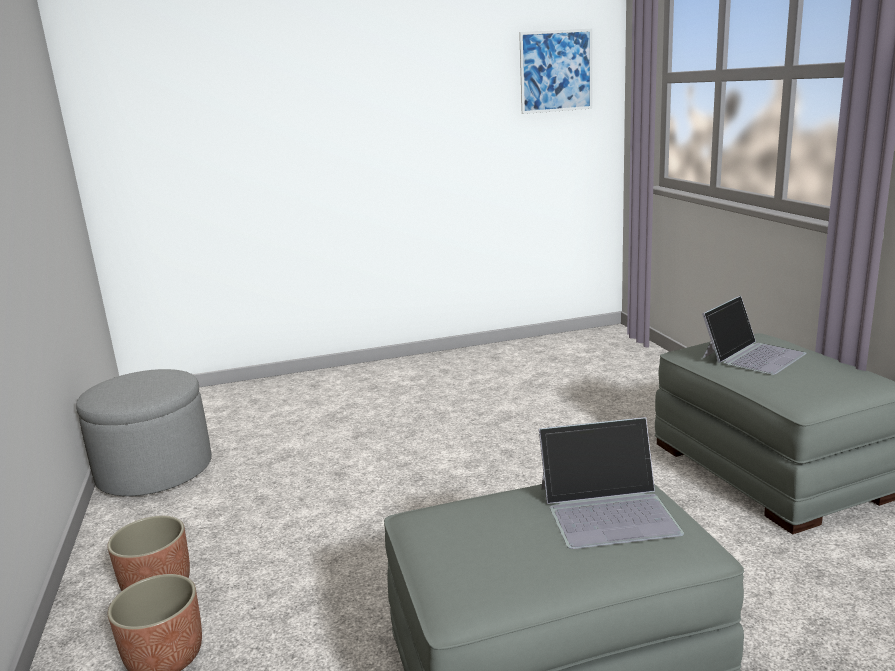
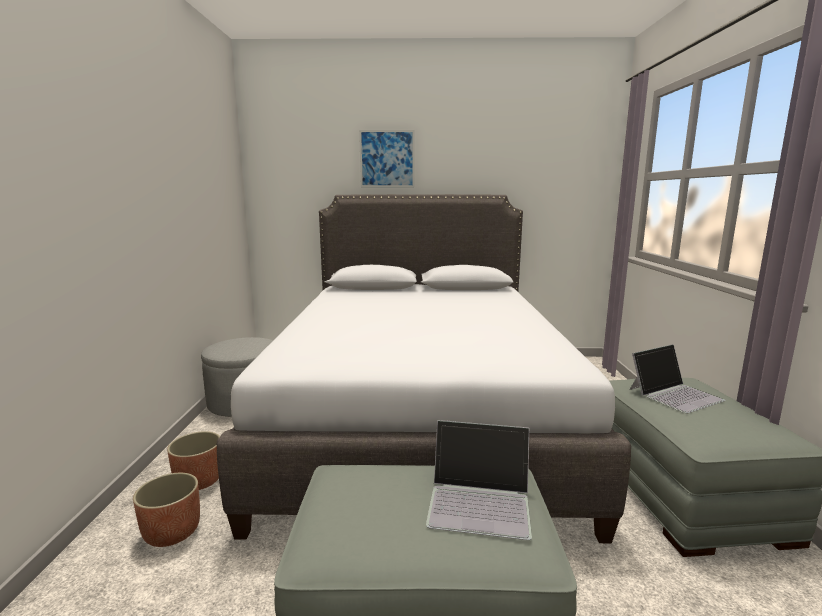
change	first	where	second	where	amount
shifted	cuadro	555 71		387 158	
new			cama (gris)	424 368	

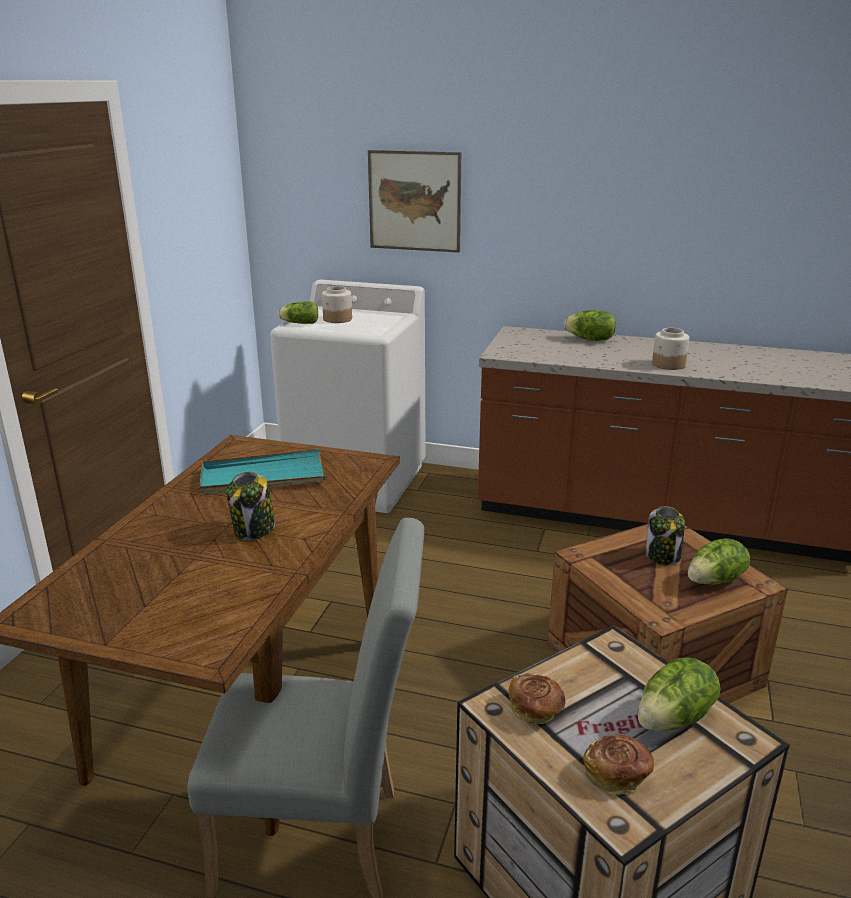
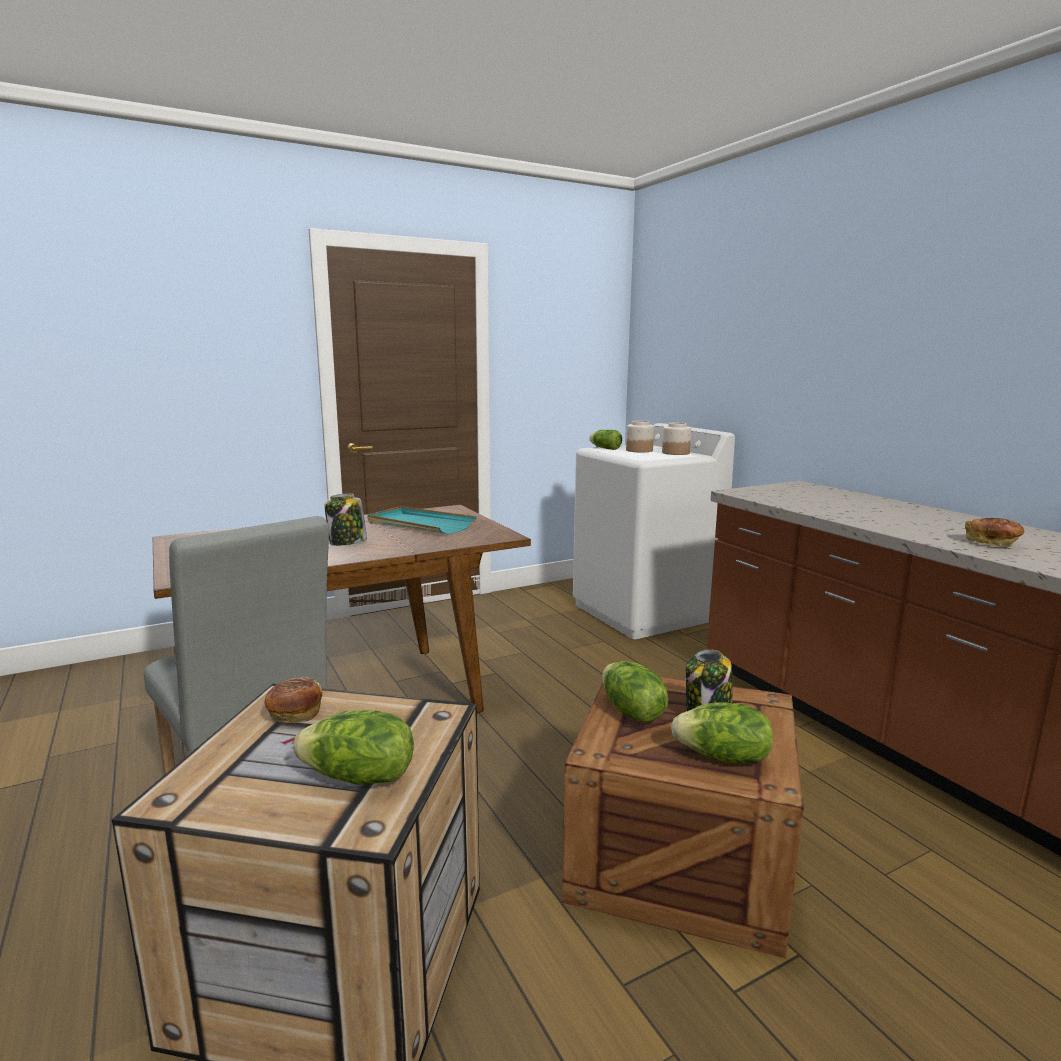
change	first	where	second	where	amount
gone	cuadro	414 201			
shifted	lechuga	590 325		635 692	
shifted	tarro	670 349		676 438	
shifted	pan	618 765		994 532	

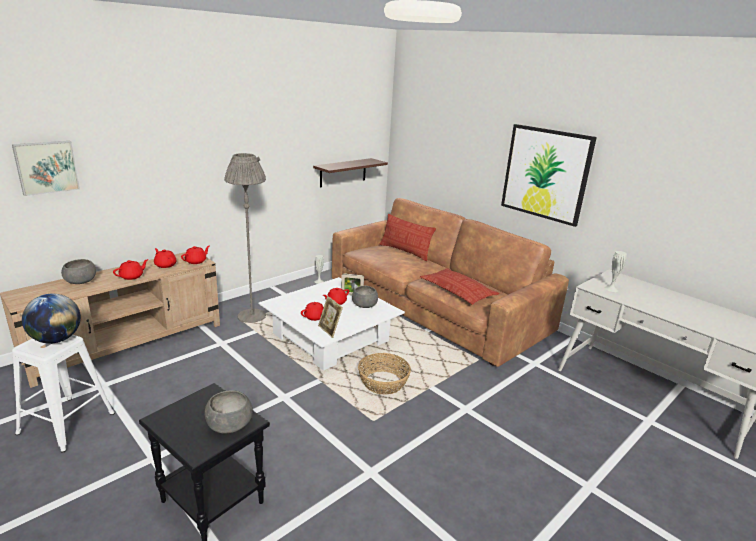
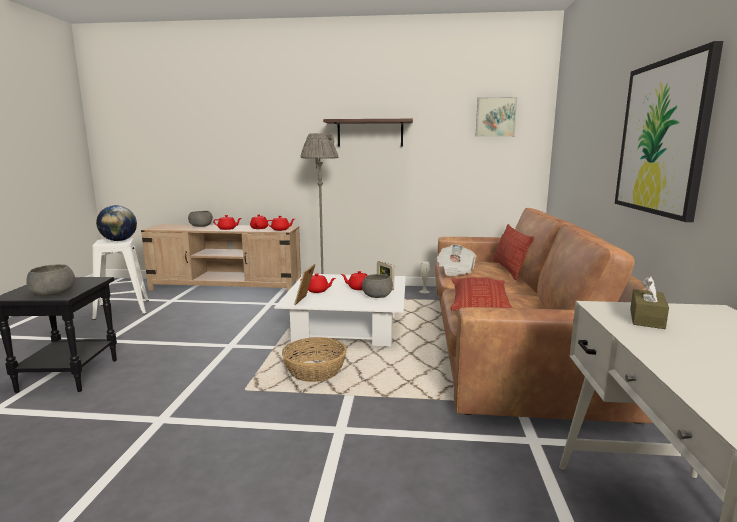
change	first	where	second	where	amount
shifted	cuadro	46 168		496 117	
shifted	estante	350 173		368 133	
swapped	florero (blanco)	616 271	caja de pañuelos (marrón)	649 302	
new			periódico	456 260	

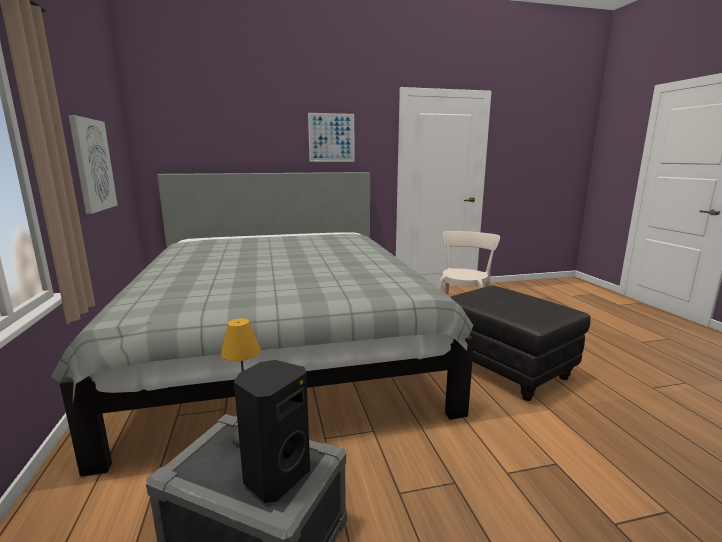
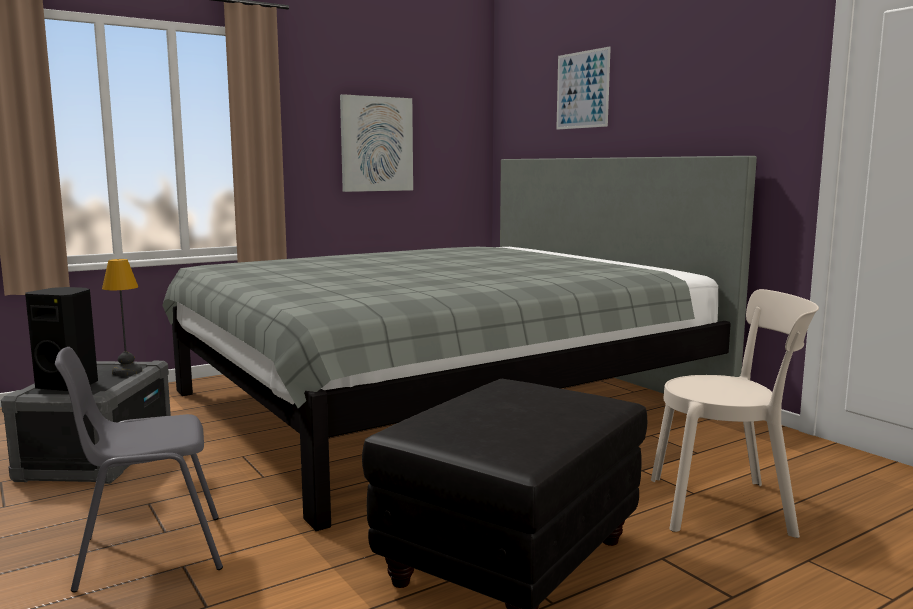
change	first	where	second	where	amount
shifted	cuadro	331 137		583 88	
new			silla (gris)	139 469	

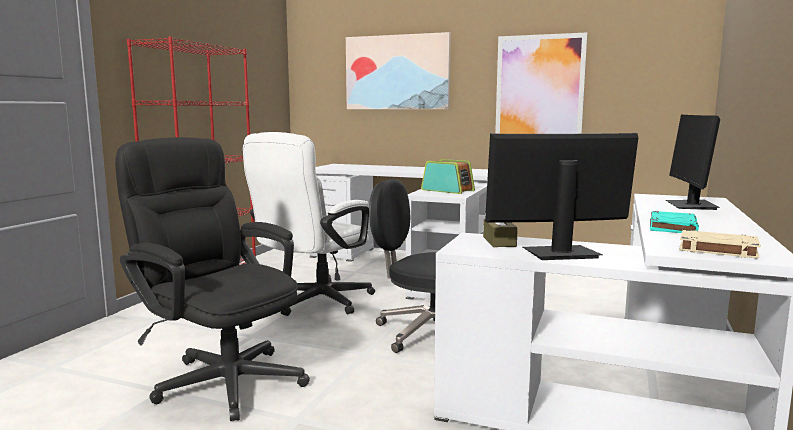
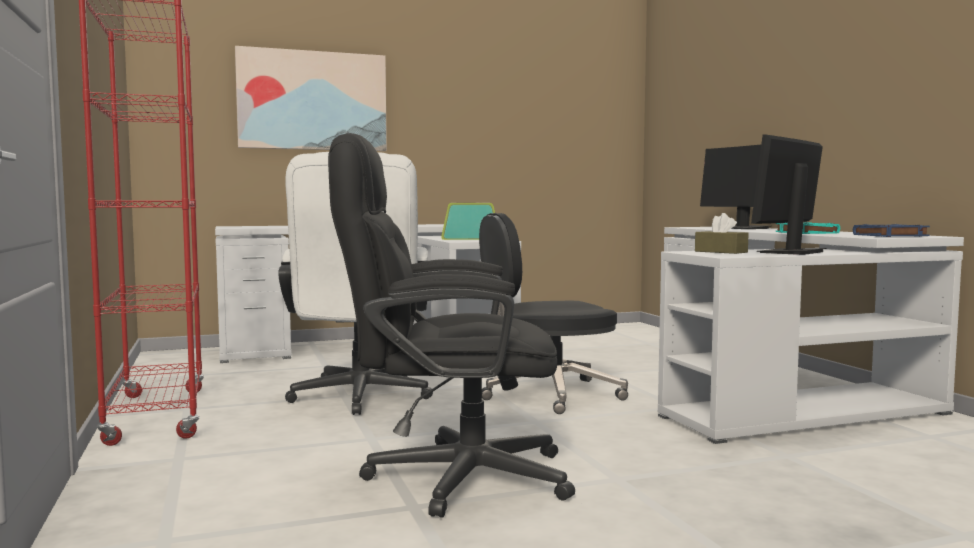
change	first	where	second	where	amount
gone	cuadro	541 83			
repainted	libro (beis)	720 244	libro (azul)	891 230	

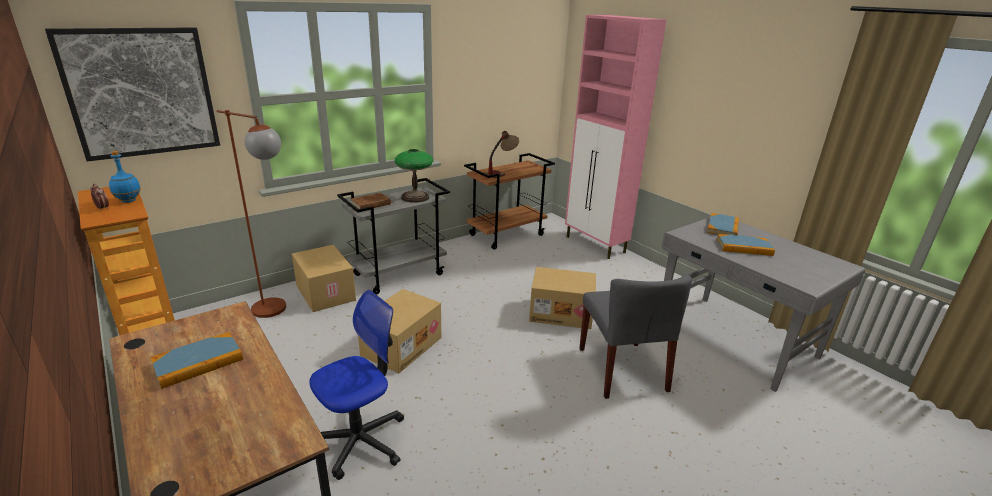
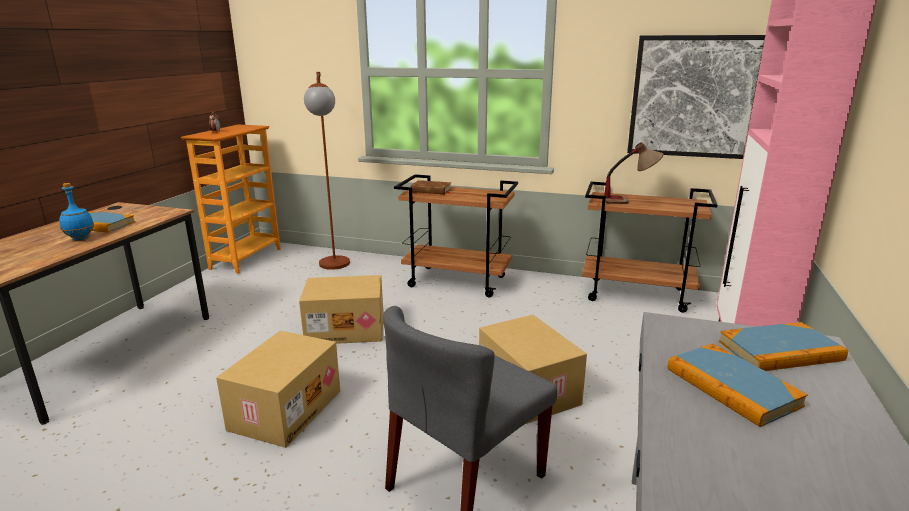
change	first	where	second	where	amount
shifted	cuadro	132 94		696 97	
gone	lámpara de mesa	414 176			
shifted	botella (azul)	125 177		76 212	
repainted	carrito (gris)	393 236	carrito (marrón)	456 236	
shifted	caja de cartón	324 278		278 389	
gone	silla de oficina	356 385			

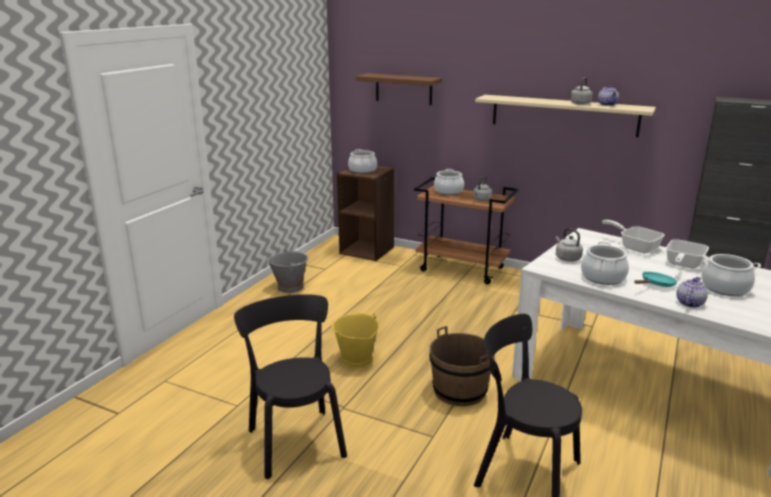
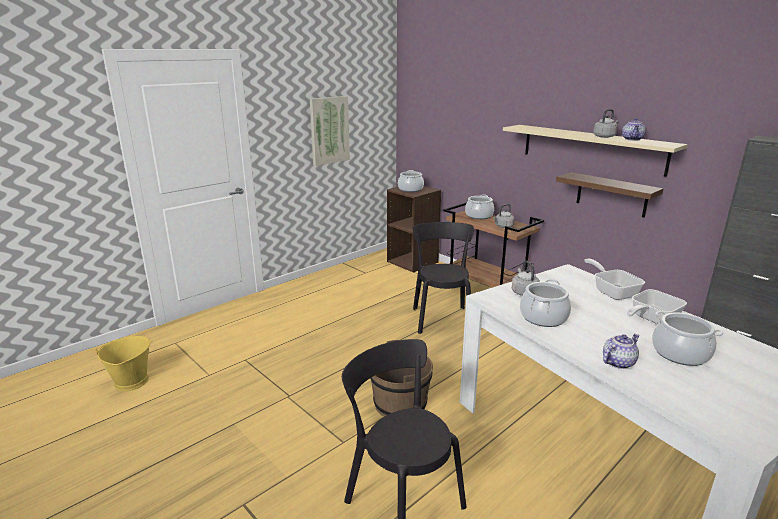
change	first	where	second	where	amount
shifted	estante (marrón)	399 89		610 195	
gone	cubo (gris)	288 270			
gone	sartén (turquesa)	655 279			
shifted	silla (negro)	290 386		443 278	
shifted	cubo (amarillo)	355 340		123 363	
new			cuadro	330 131	

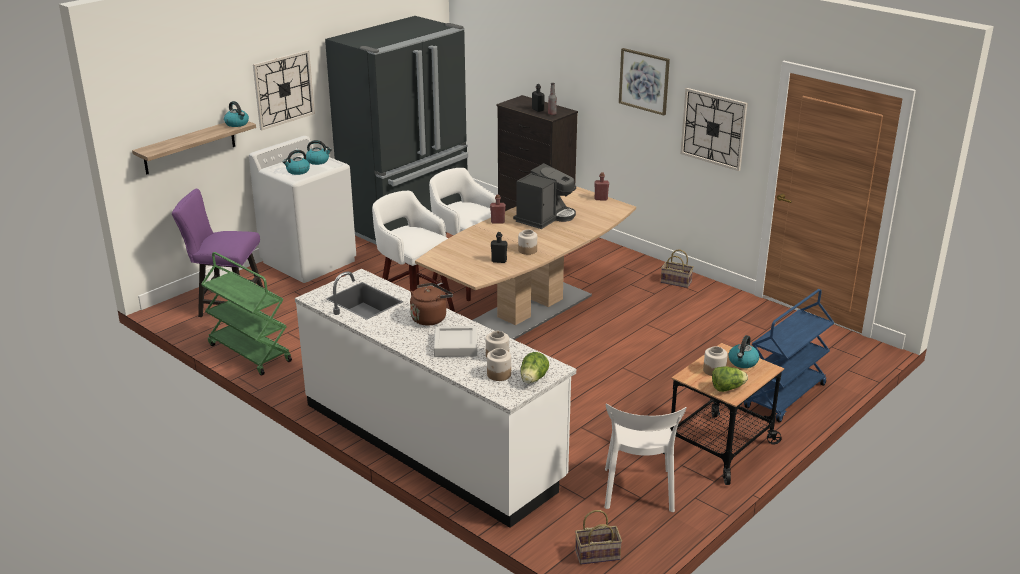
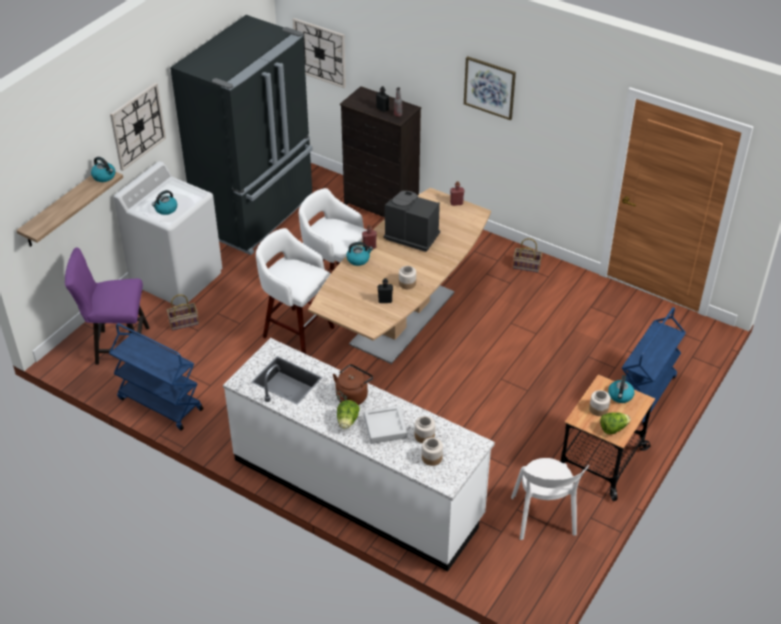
change	first	where	second	where	amount
shifted	reloj de pared	713 129		319 53	
shifted	hervidor	319 152		359 254	
rotated	cafetera	544 196		412 221	90 degrees counterclockwise
repainted	carrito (verde)	246 314	carrito (azul)	156 377	
shifted	lechuga	534 367		348 415	
shifted	cesta	598 537		183 312	

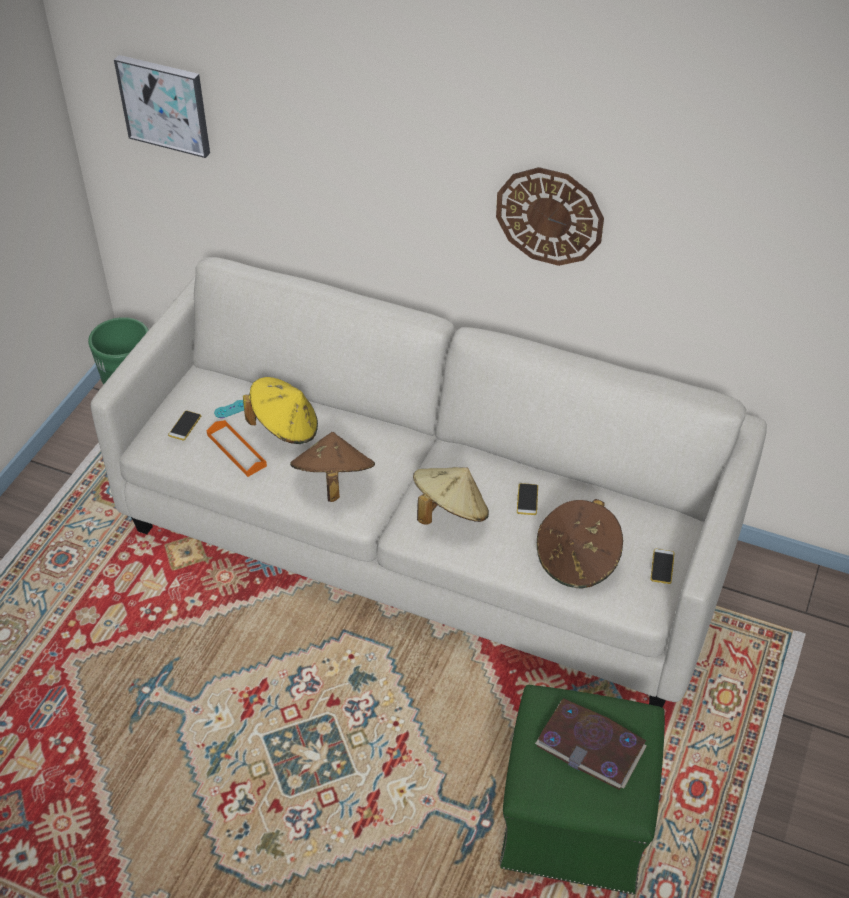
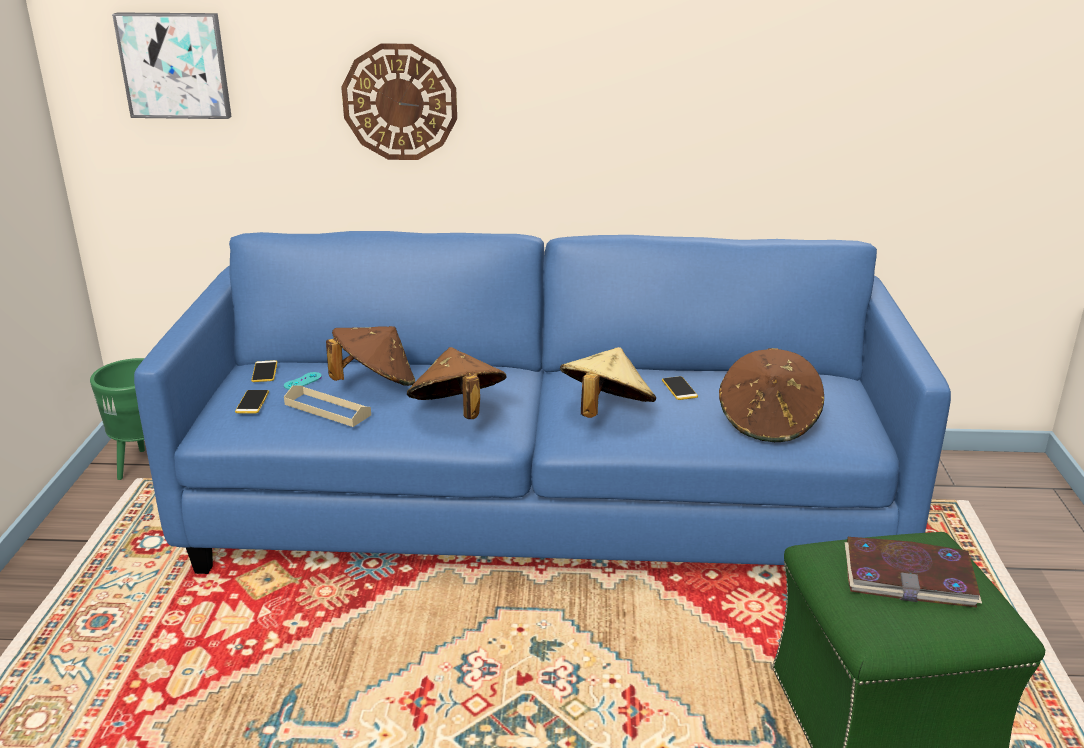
change	first	where	second	where	amount
shifted	reloj de pared	550 216		399 102	
repainted	sofá (blanco)	428 482	sofá (azul)	542 402	
repainted	sombrero (amarillo)	280 410	sombrero (marrón)	370 356	
repainted	bandeja (naranja)	237 448	bandeja (beis)	327 406	
shifted	móvil	662 566		264 371	

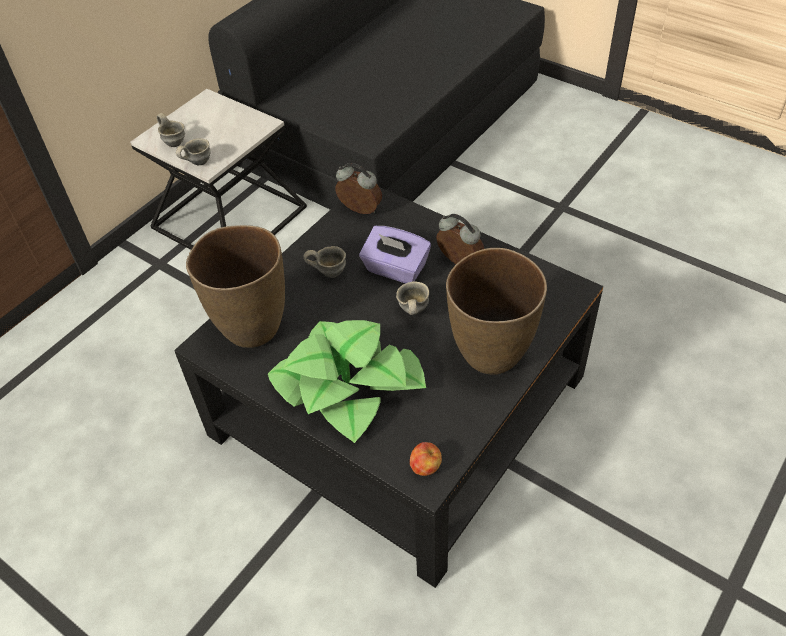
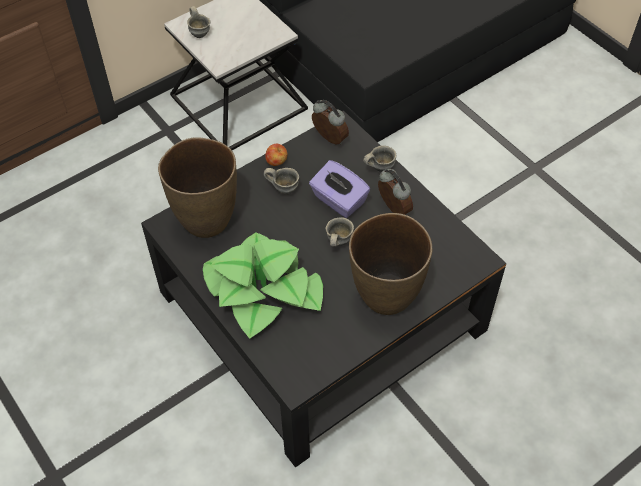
change	first	where	second	where	amount
shifted	taza grande (gris)	193 151		379 158	
shifted	manzana	426 459		276 155	

